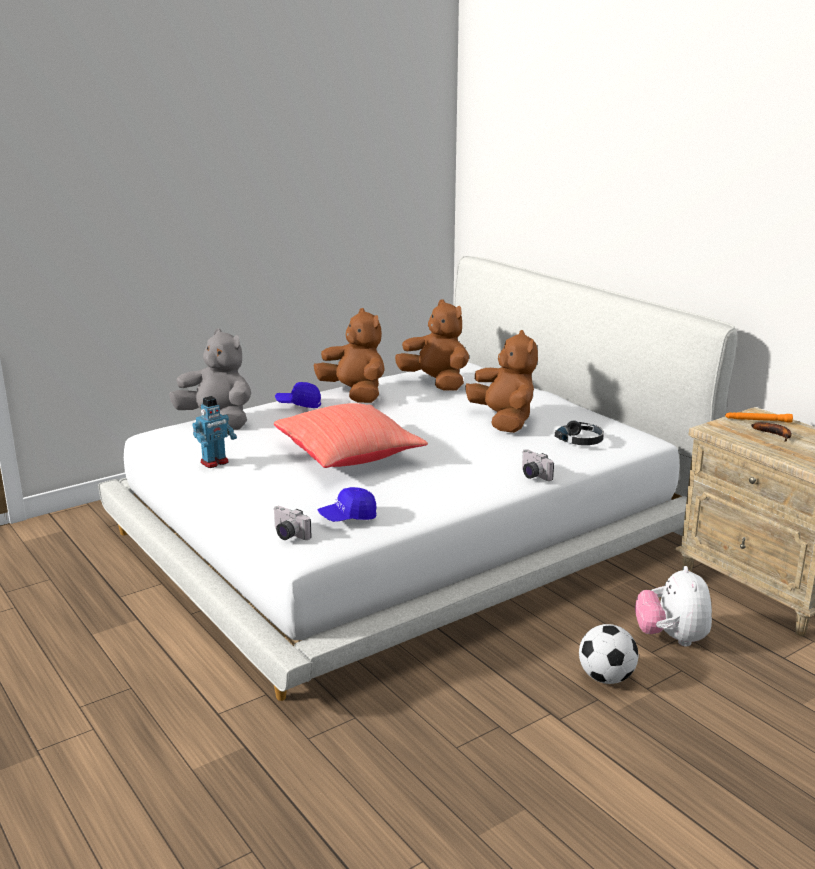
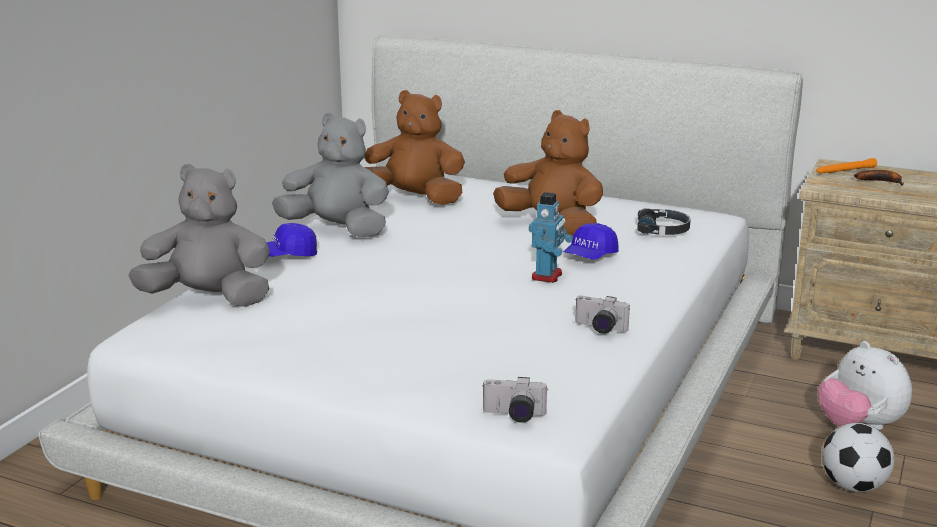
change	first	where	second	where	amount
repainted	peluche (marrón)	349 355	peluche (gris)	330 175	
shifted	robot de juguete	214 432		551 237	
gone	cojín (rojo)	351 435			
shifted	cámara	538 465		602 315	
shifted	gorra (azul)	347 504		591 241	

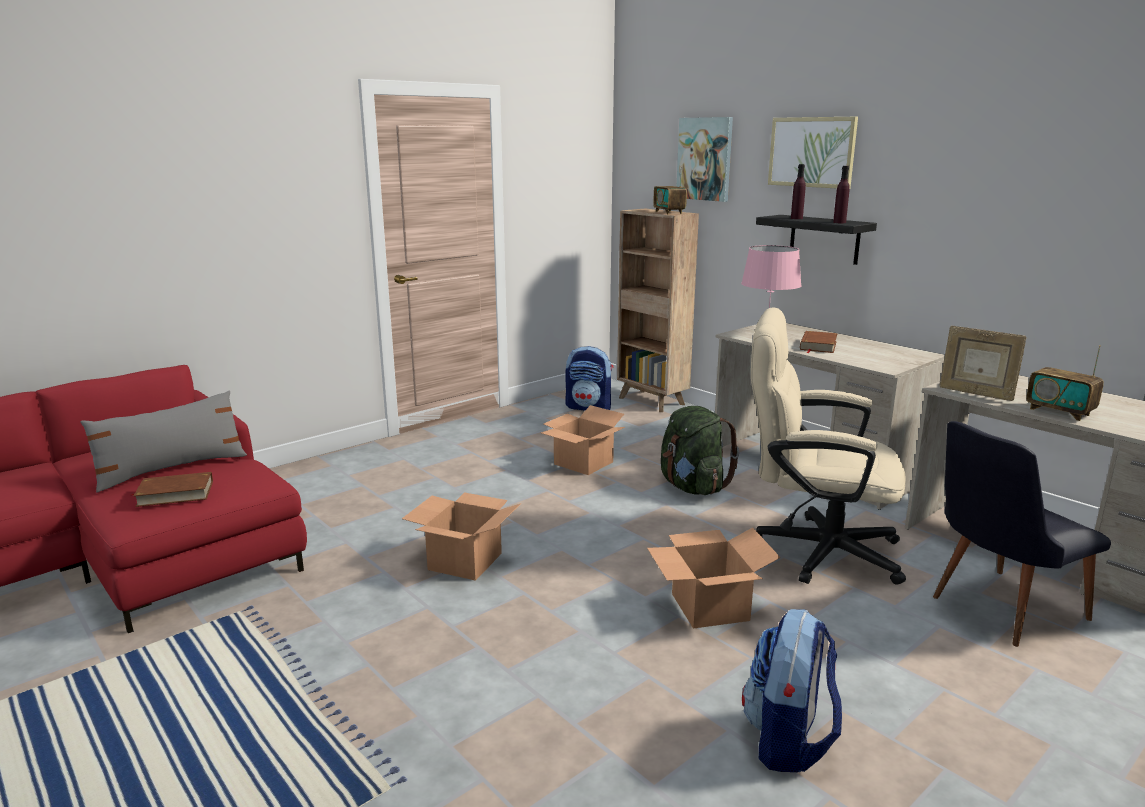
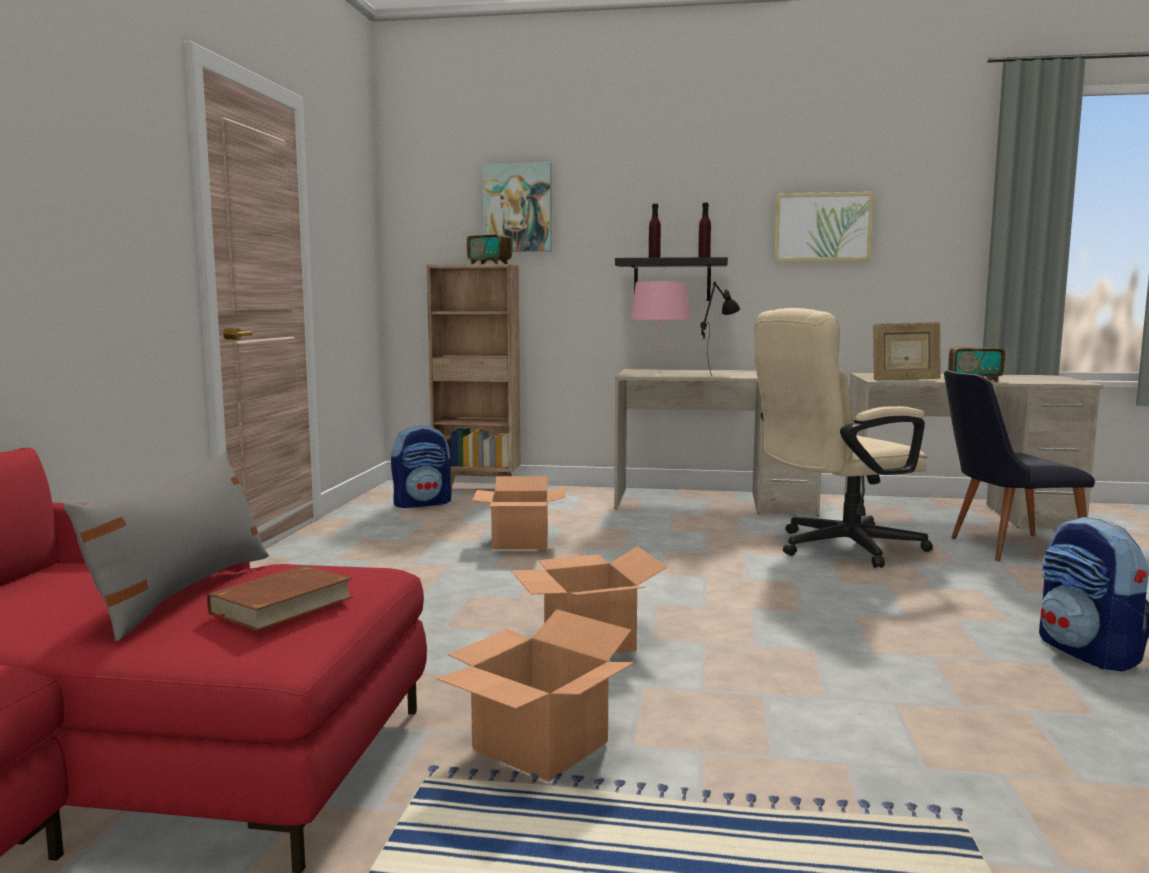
change	first	where	second	where	amount
shifted	cuadro	813 152		824 227	
swapped	libro (marrón)	819 342	lámpara de mesa (negro)	720 329	
gone	mochila (verde)	700 450			
rotated	silla (negro)	1022 534		1019 465	60 degrees clockwise
shifted	caja de cartón	714 578		536 695	

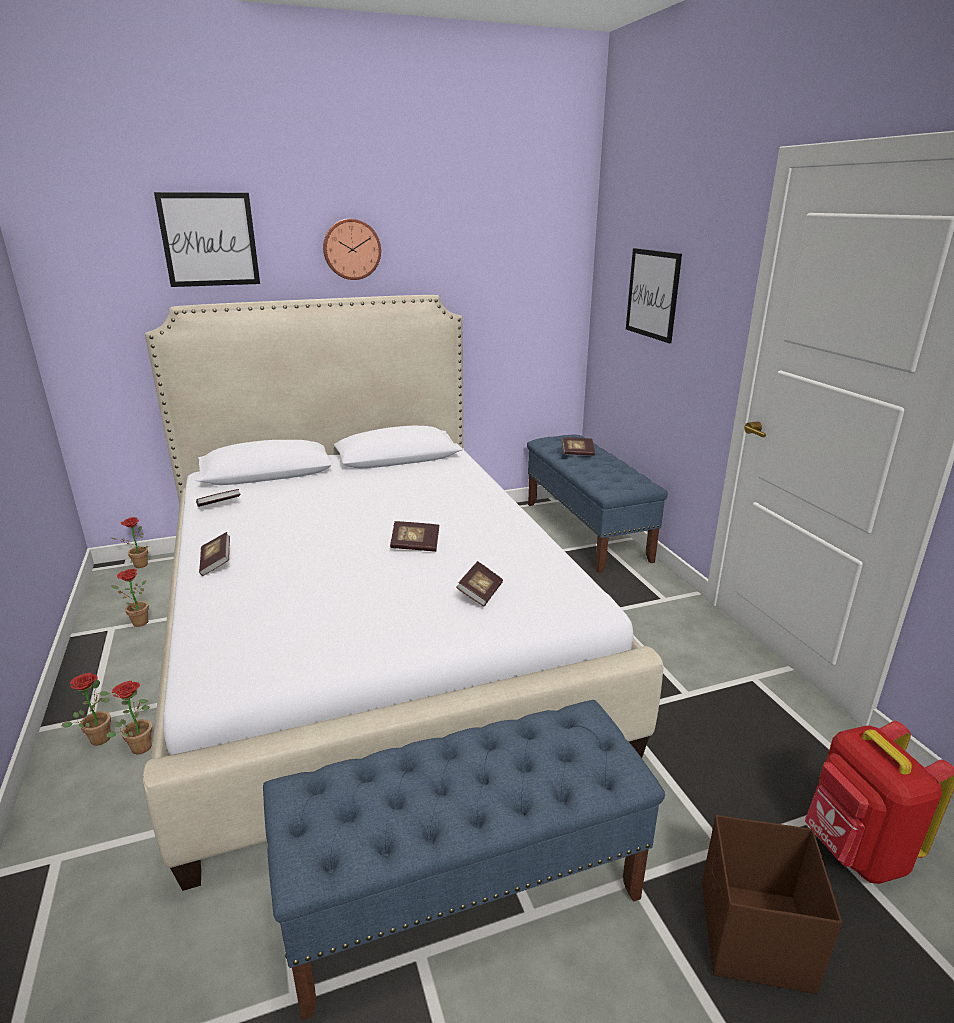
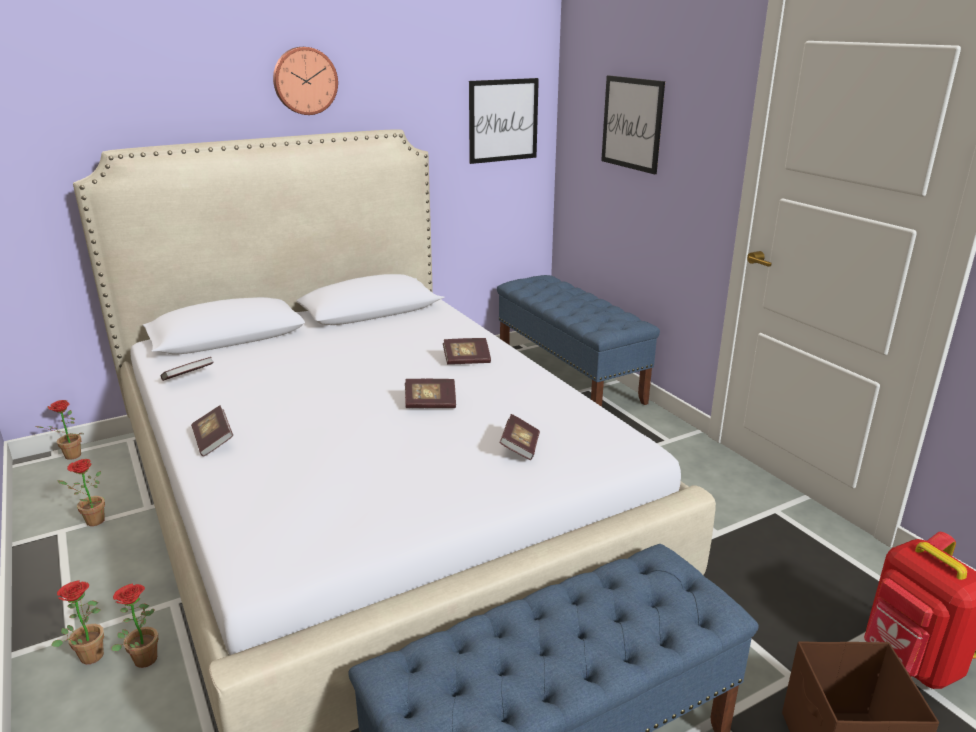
change	first	where	second	where	amount
shifted	cuadro	207 239		504 121	
shifted	libro	578 446		467 351	

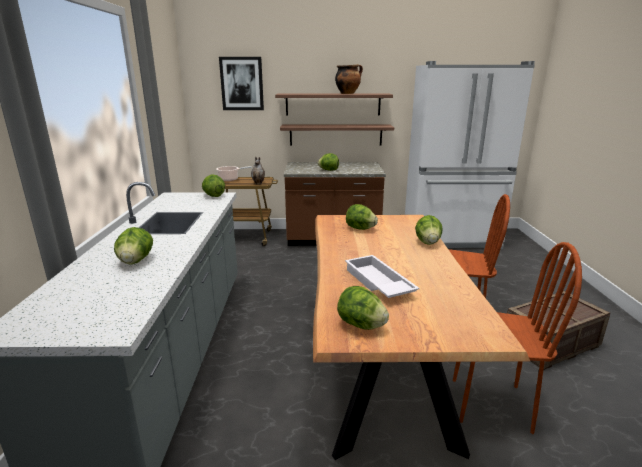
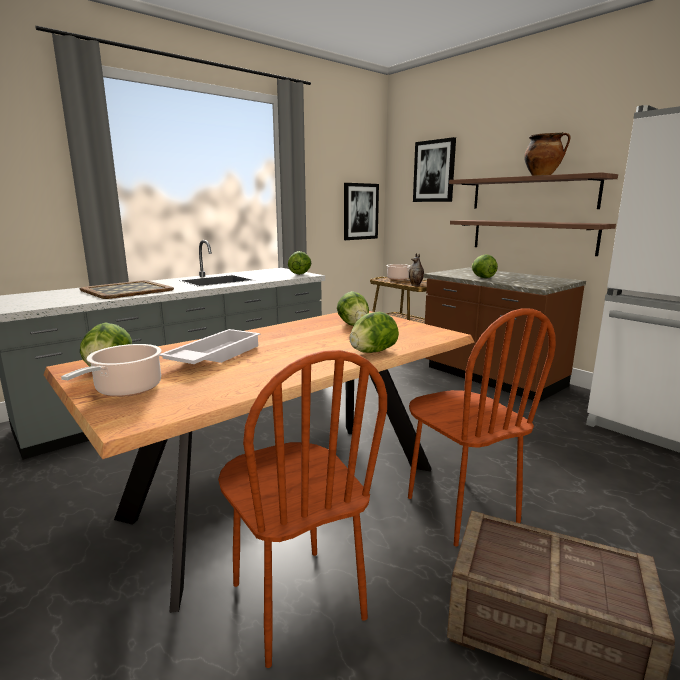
change	first	where	second	where	amount
swapped	lechuga	133 246	bandeja	127 289	
new			cuadro	361 211	
new			olla	111 370	

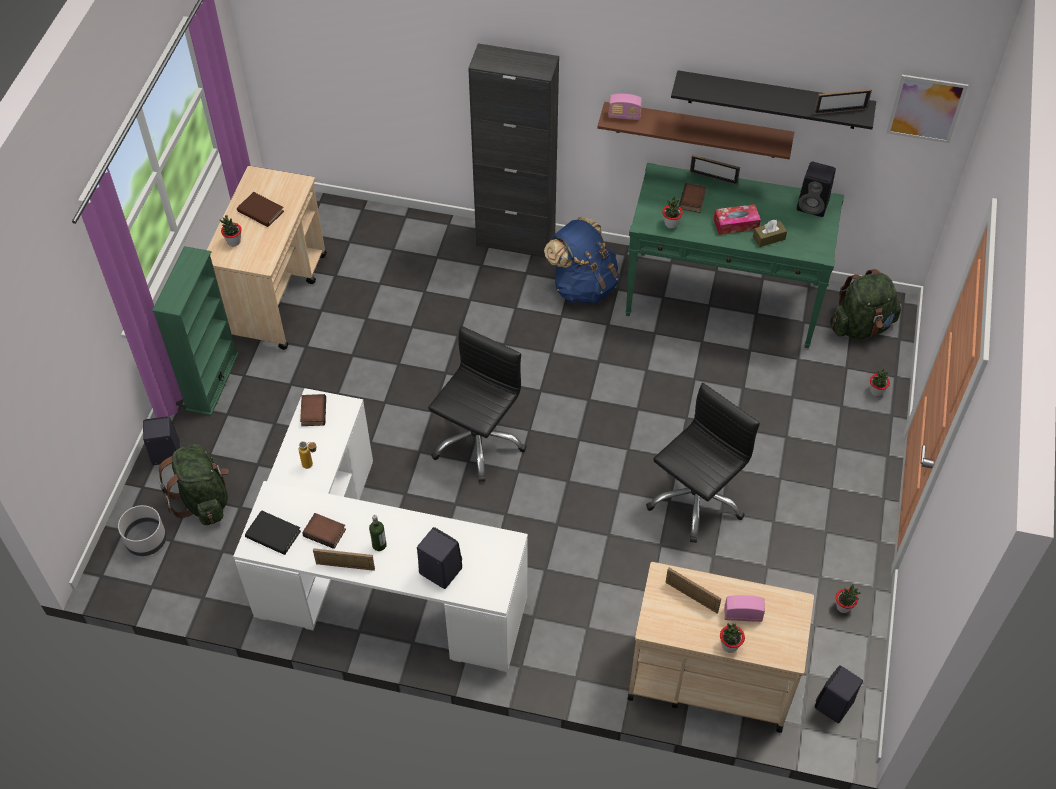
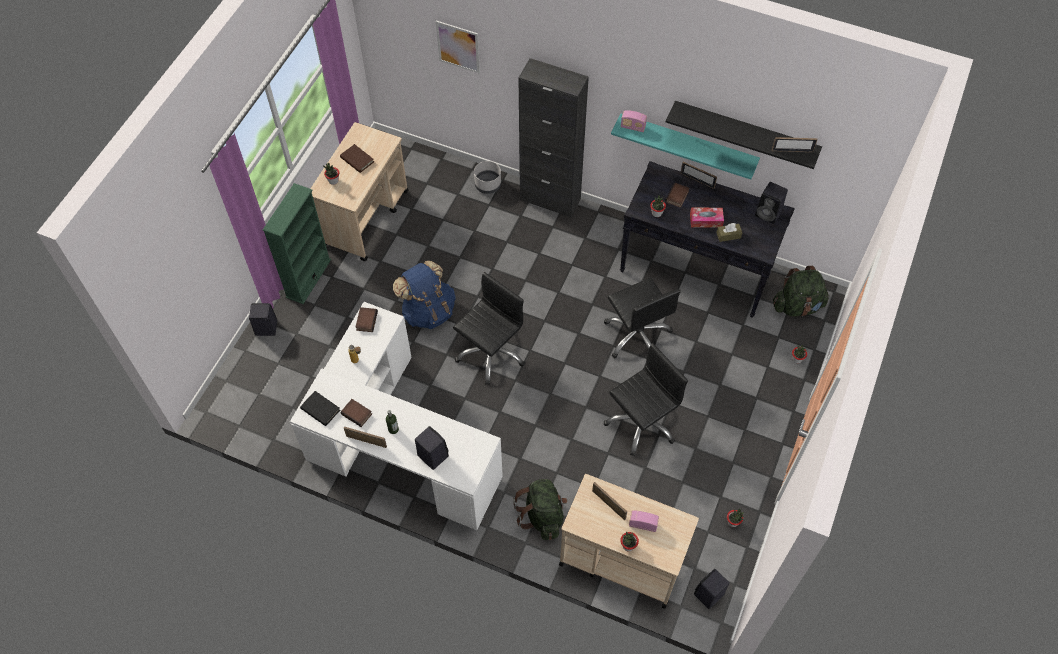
change	first	where	second	where	amount
shifted	cuadro	927 109		458 46	
repainted	estante (marrón)	695 130	estante (turquesa)	685 146	
repainted	mesa consola (verde)	734 255	mesa consola (negro)	707 239	
shifted	mochila (azul)	582 259		424 294	
shifted	mochila (verde)	193 484		540 509	
shifted	maceta (gris)	142 530		487 177	
new			silla de oficina (negro)	642 318	

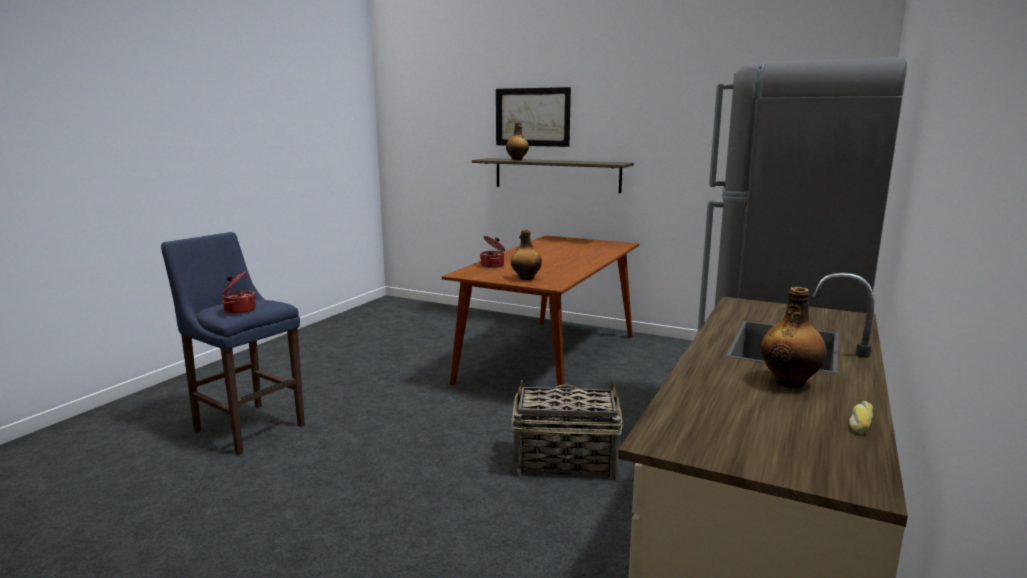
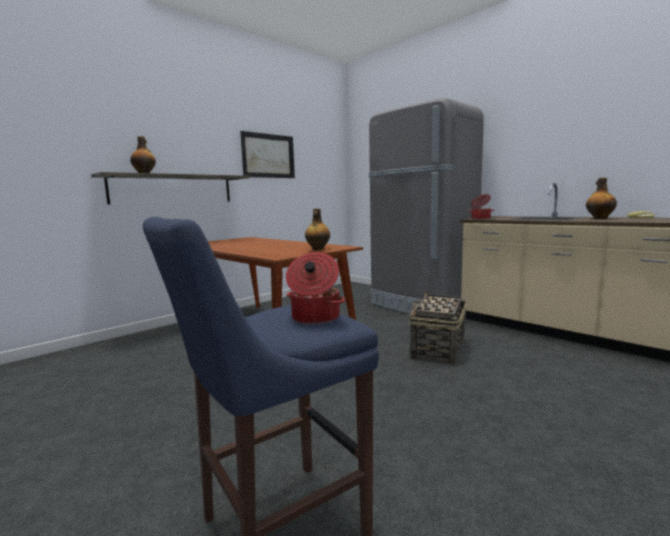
change	first	where	second	where	amount
shifted	cuadro	533 117		267 154	
shifted	olla	492 252		481 206	

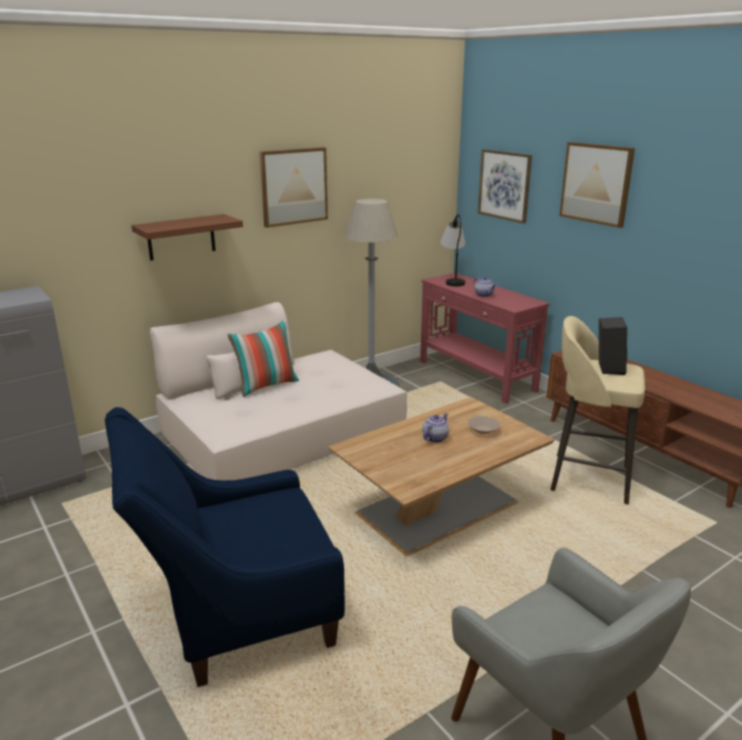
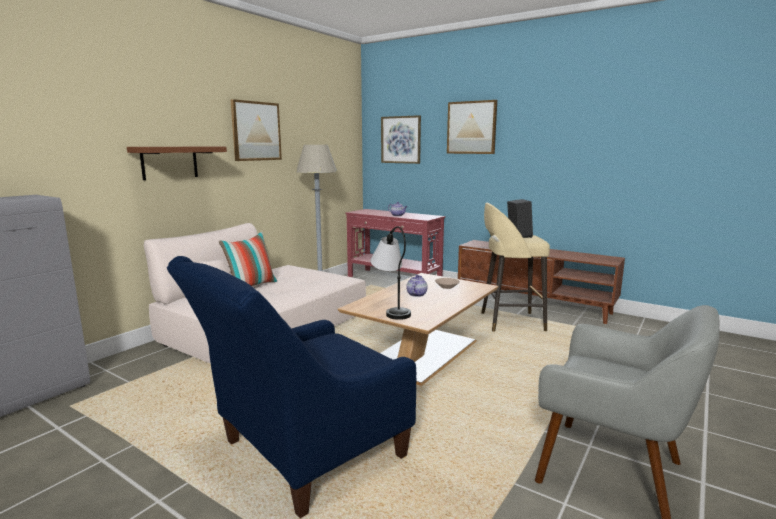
change	first	where	second	where	amount
shifted	lámpara de mesa	452 250		390 273	

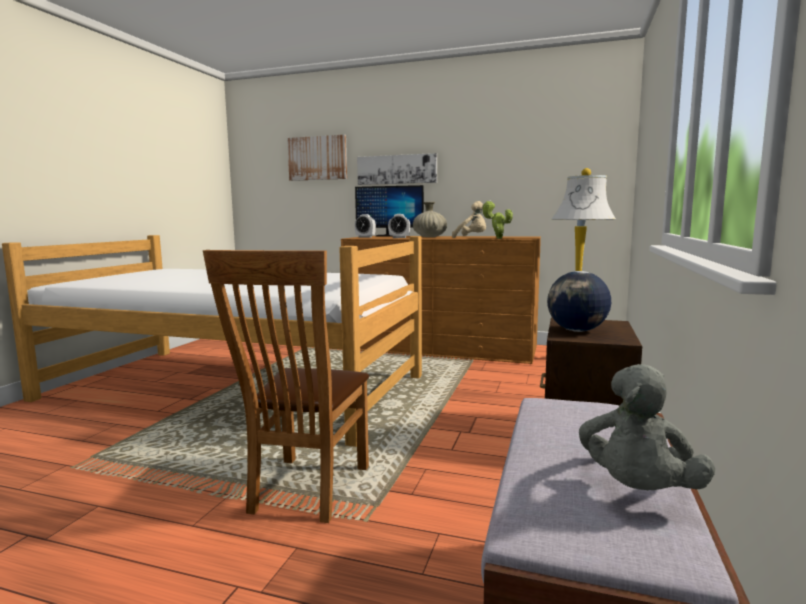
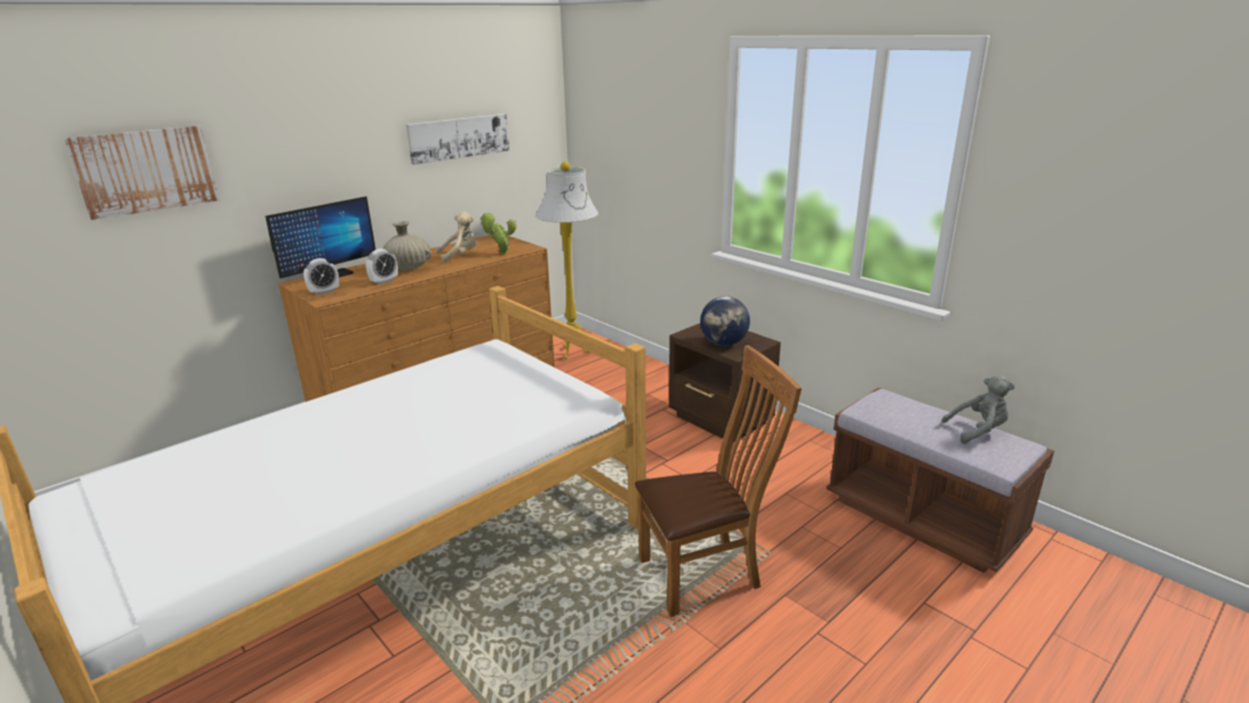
change	first	where	second	where	amount
shifted	cuadro	397 169		457 139	
rotated	silla (marrón)	286 386		718 481	60 degrees counterclockwise
rotated	peluche (gris)	647 427		978 409	60 degrees counterclockwise

